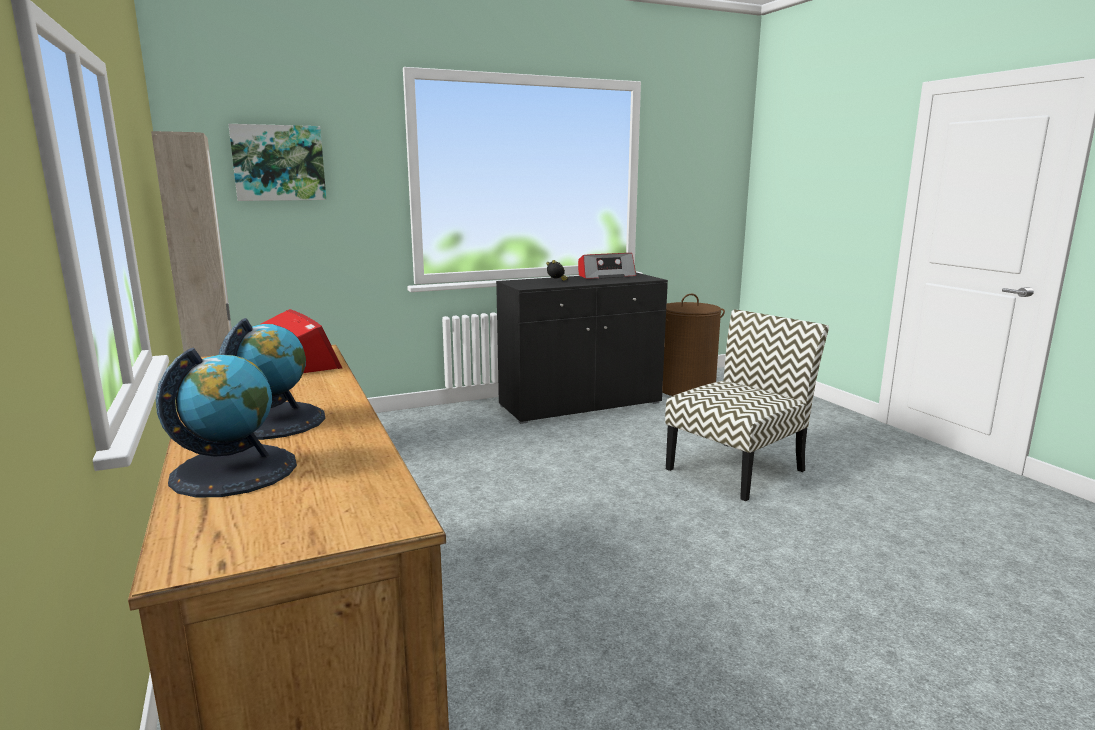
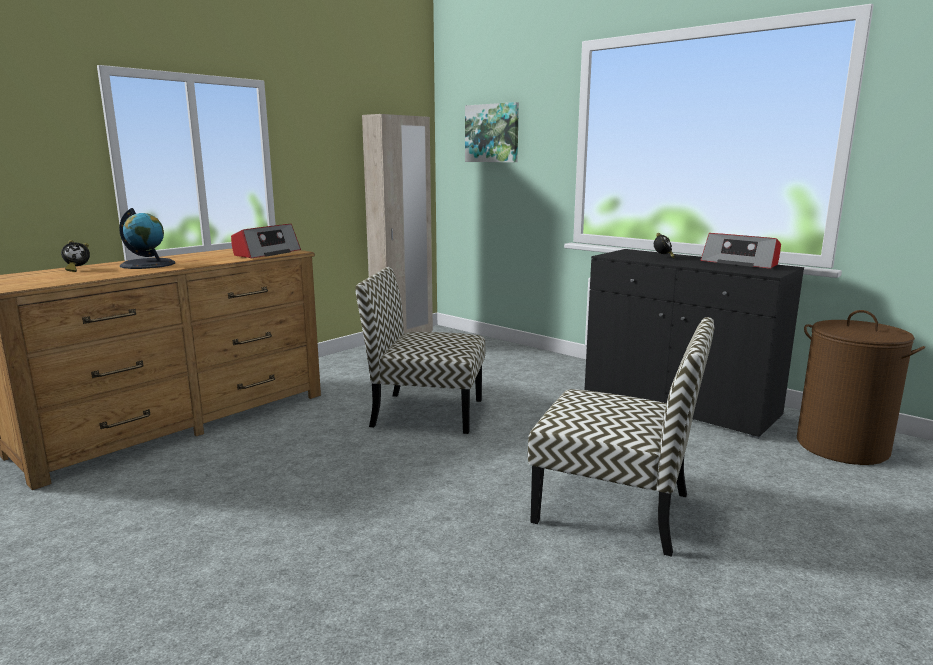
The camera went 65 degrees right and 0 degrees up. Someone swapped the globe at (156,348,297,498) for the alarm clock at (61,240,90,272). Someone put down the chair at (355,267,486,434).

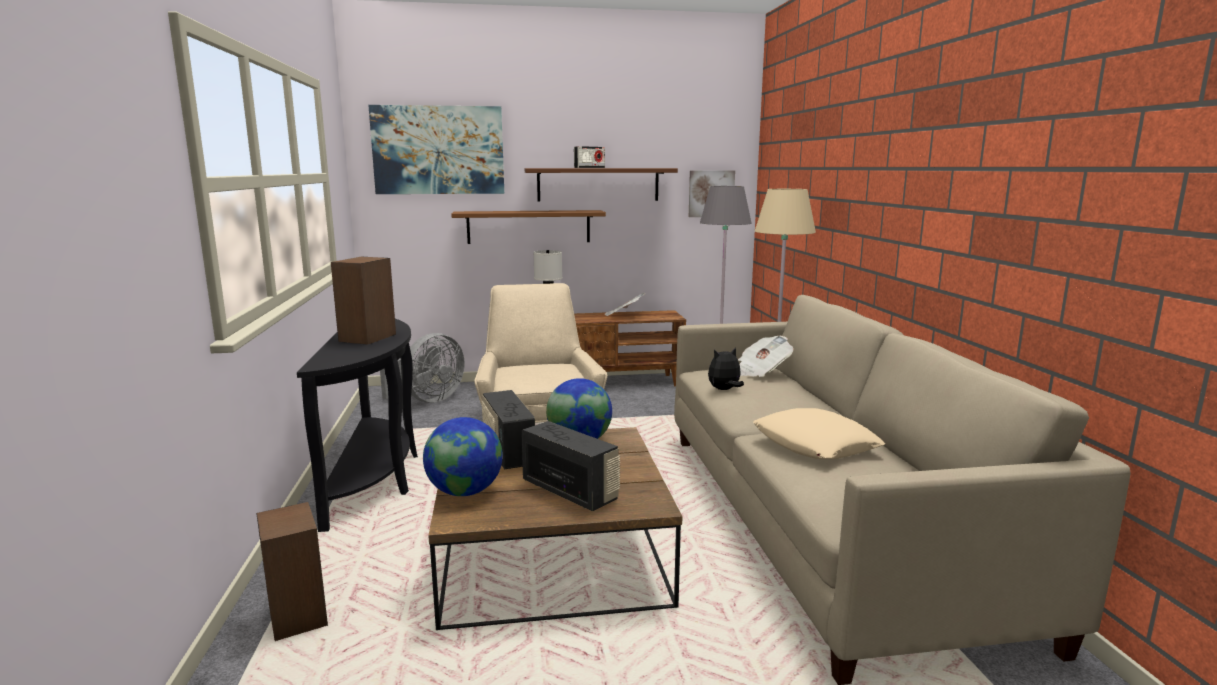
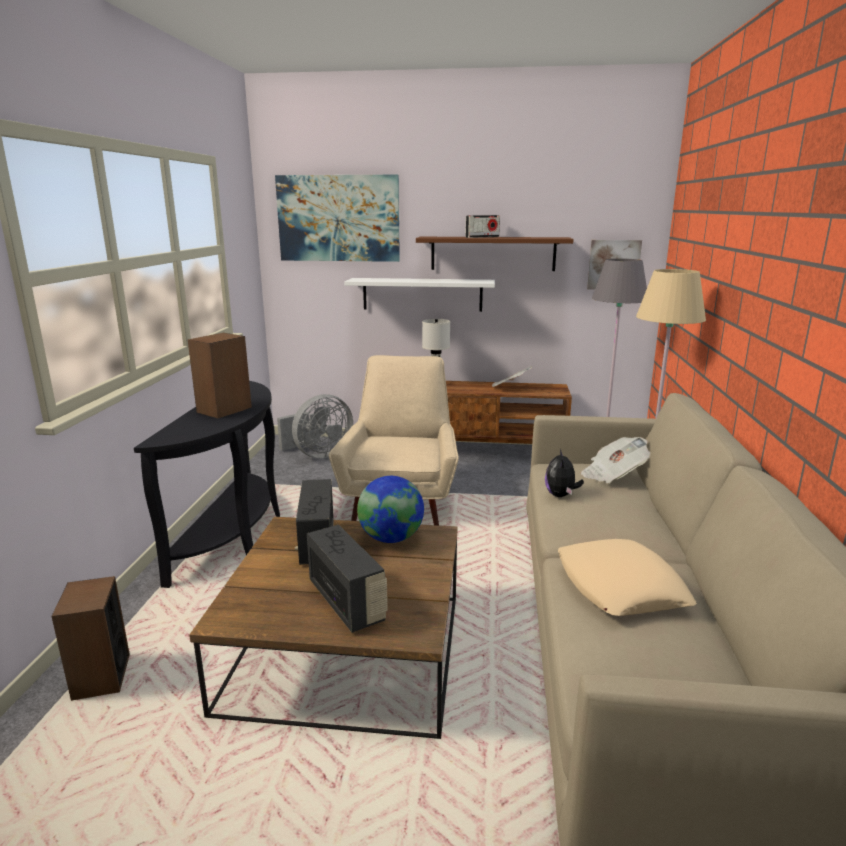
The camera went 15 degrees right and 5 degrees up. Someone repainted the brownish wall shelf at (451,210,606,244), which became the white-coloured wall shelf at (345,278,495,312). Someone rotated the plush toy at (708,347,744,390) by 75 degrees counterclockwise. Someone took away the globe at (423,417,503,496).

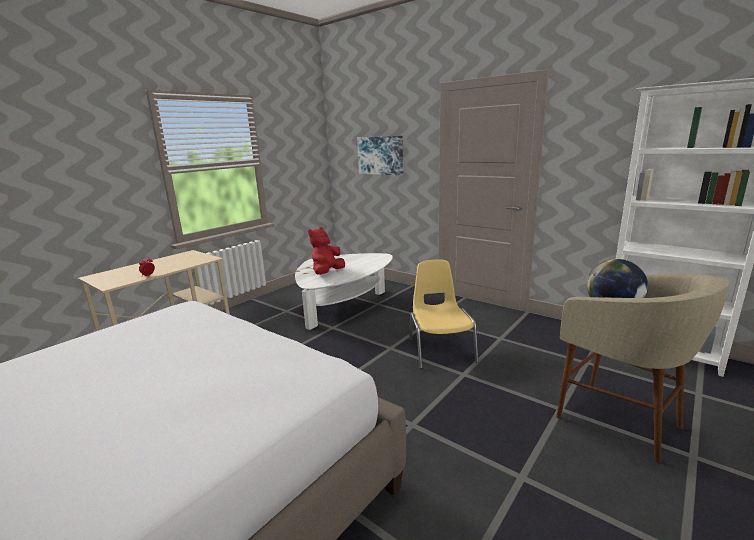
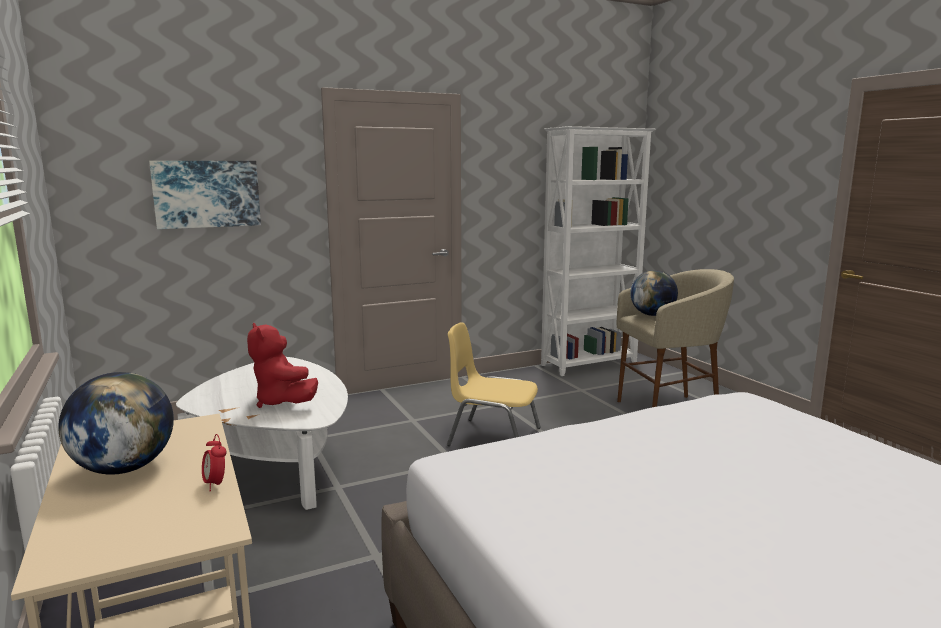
The camera went 65 degrees left and 5 degrees down. Someone put down the globe at (58,372,174,475).

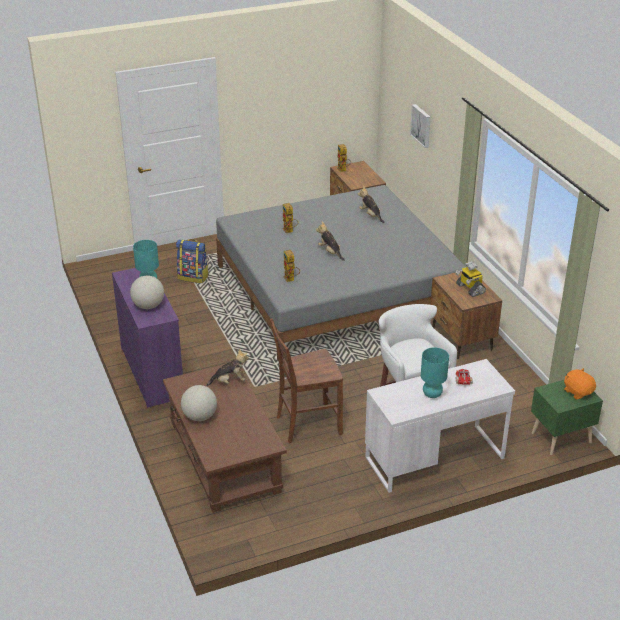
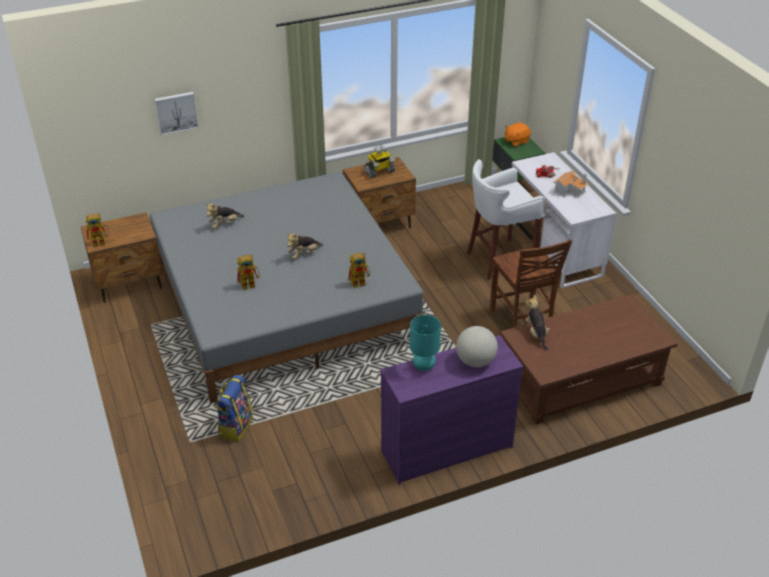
The camera went 90 degrees left and 5 degrees up. Someone swapped the turquoise tabletop lamp at (421,347,449,398) for the miniature house at (553,171,589,198). Someone took away the globe at (181,385,217,421).

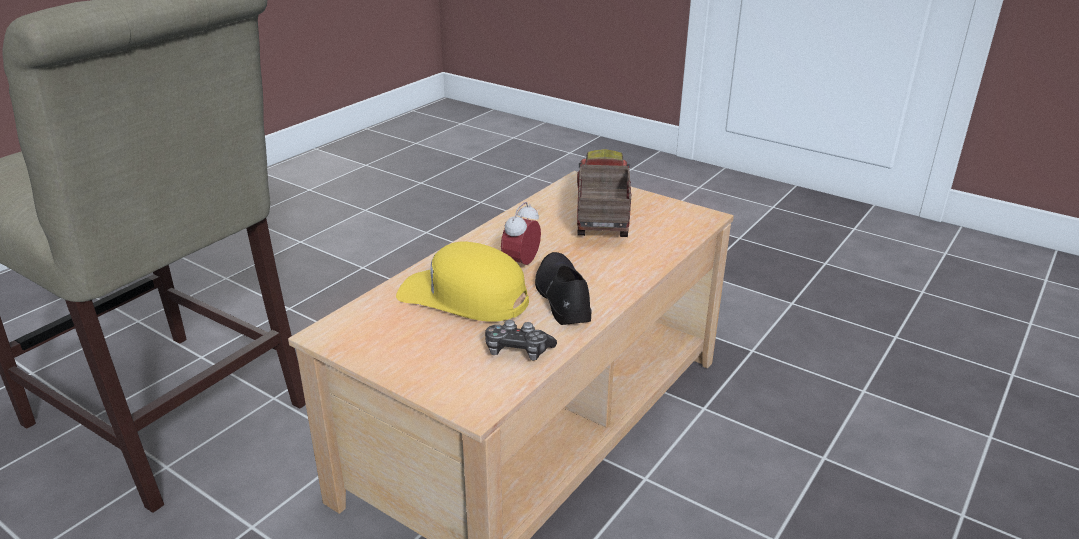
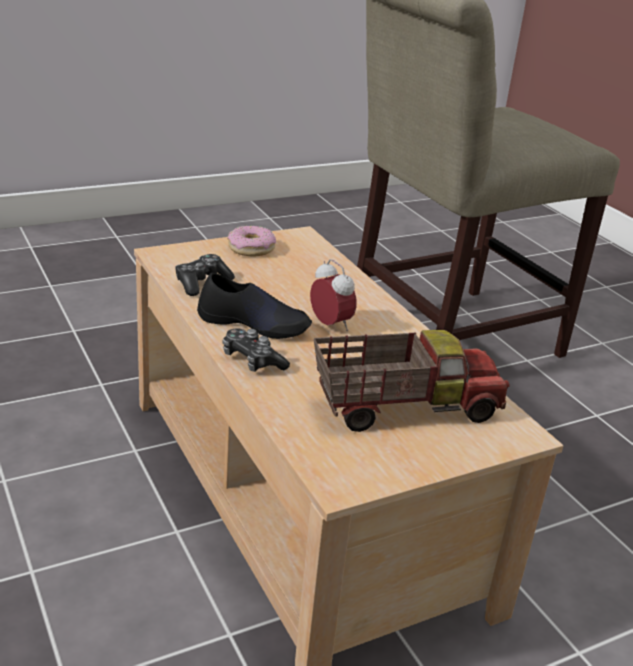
The camera went 115 degrees right and 0 degrees up. Someone put down the game controller at (223,328,290,372). Someone put down the doughnut at (227,226,276,256). Someone rotated the model truck at (577,149,631,237) by 45 degrees counterclockwise. Someone took away the yellowish baseball cap at (396,242,529,322).

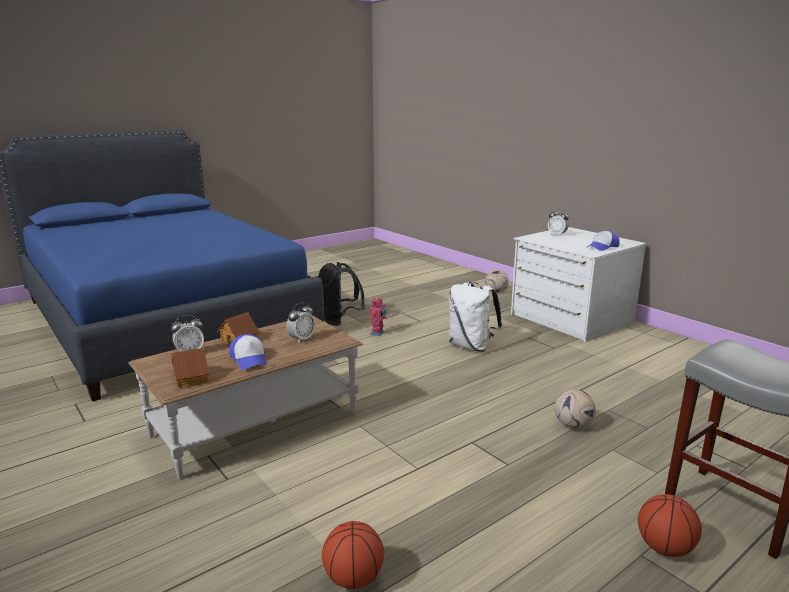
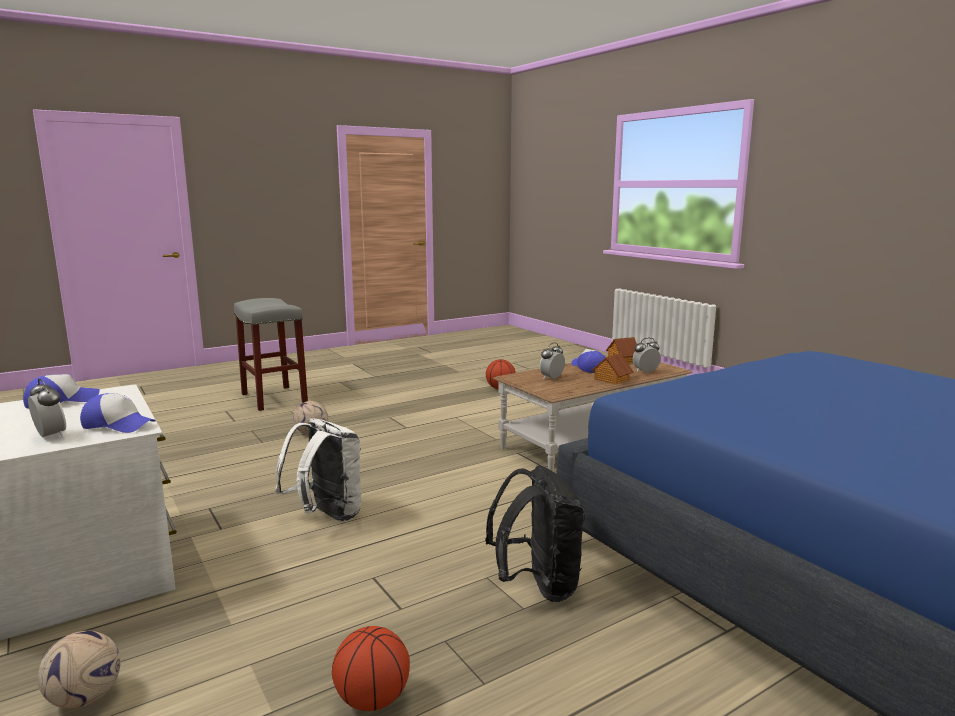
The camera went 175 degrees left and 5 degrees down. Someone put down the baseball cap at (80,393,156,433). Someone carried the basketball from (638,494,702,557) to (332,626,410,711). Someone took away the model robot at (370,297,387,336).

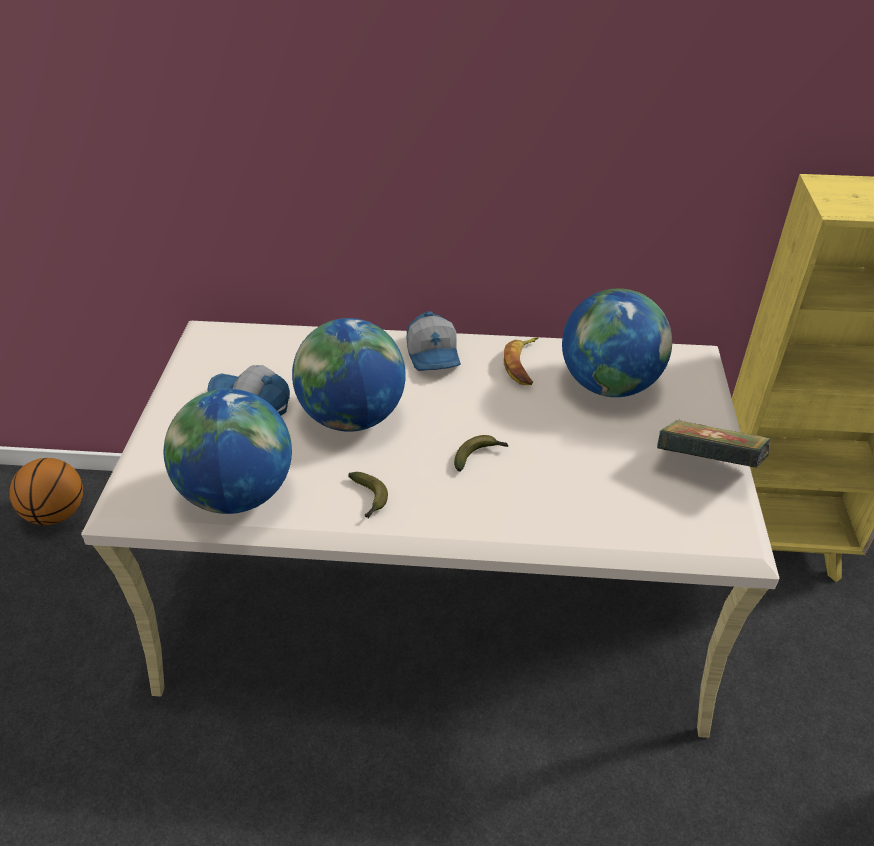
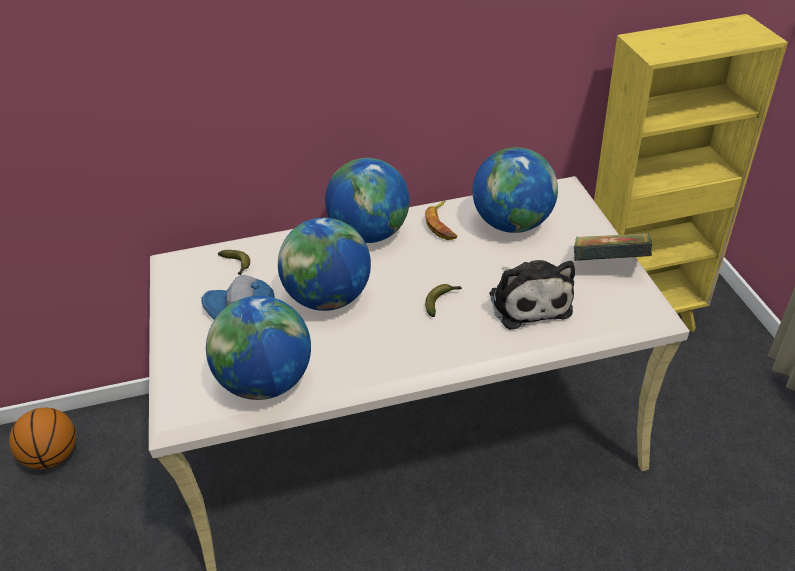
The camera went 15 degrees left and 0 degrees up. Someone carried the banana from (348,472,388,518) to (218,250,250,275). Someone swapped the baseball cap at (407,311,461,371) for the globe at (325,158,410,243). Someone put down the plush toy at (489,260,575,330).

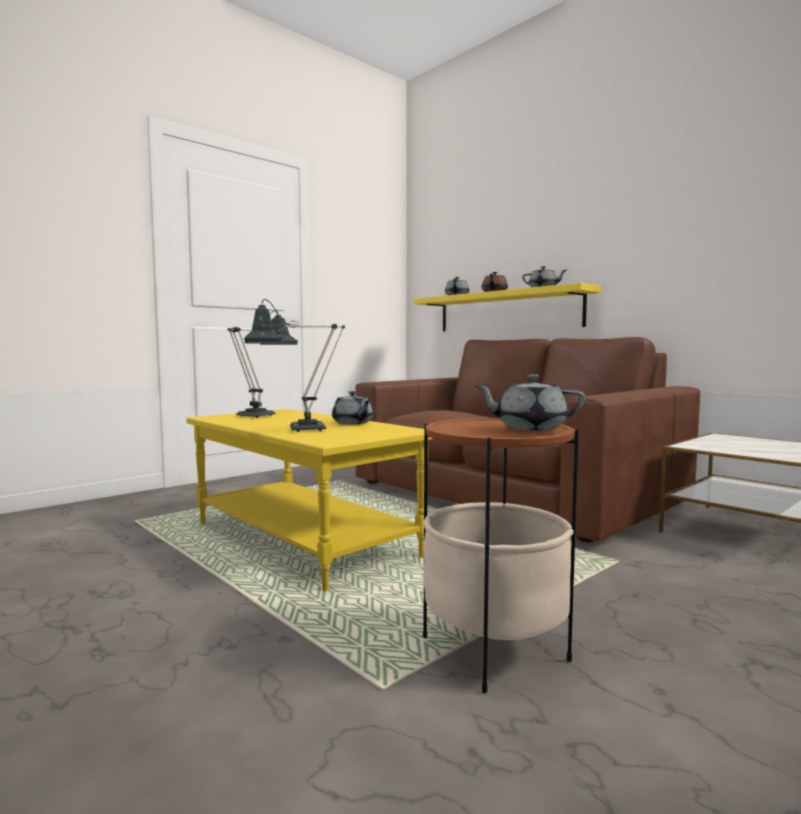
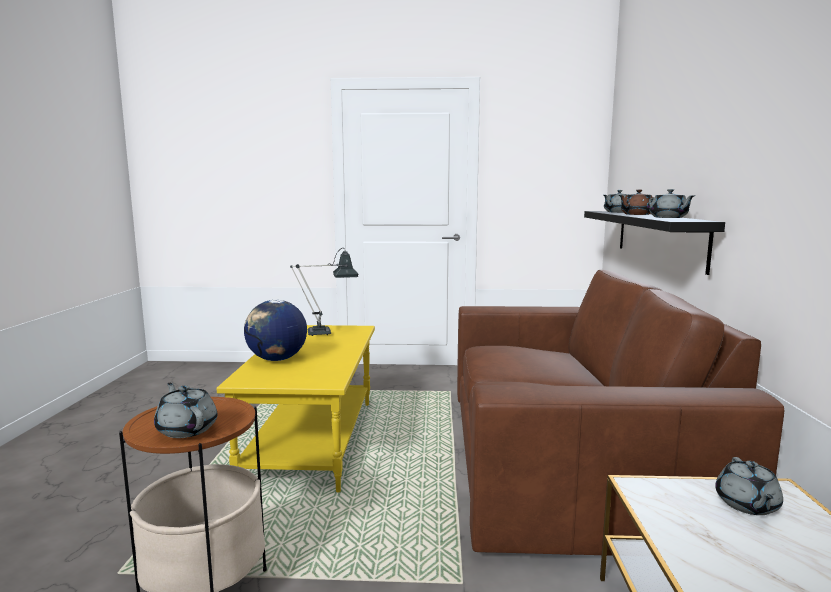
The camera went 45 degrees right and 5 degrees up. Someone swapped the tabletop lamp at (244,299,345,432) for the globe at (244,300,307,361). Someone repainted the yellowish wall shelf at (414,283,601,331), which became the black wall shelf at (584,211,725,275). Someone carried the gray tea pot from (332,391,373,424) to (715,457,783,515).

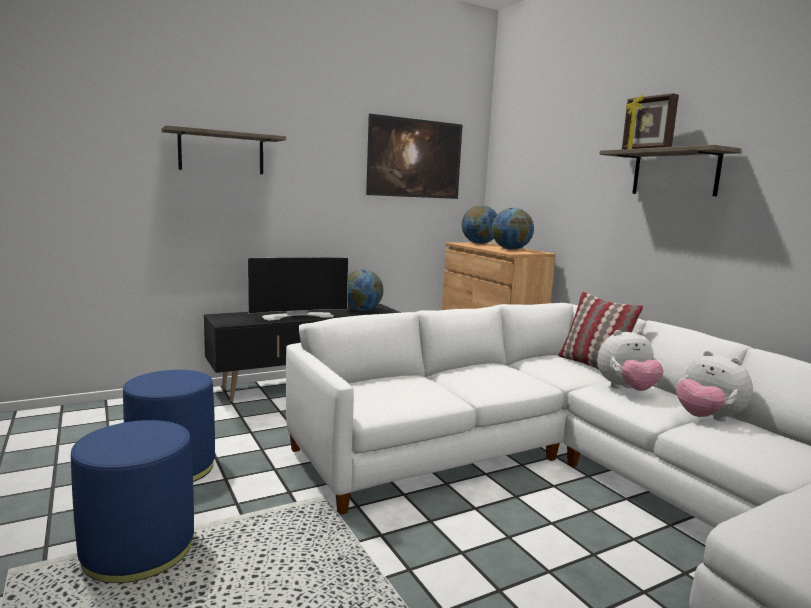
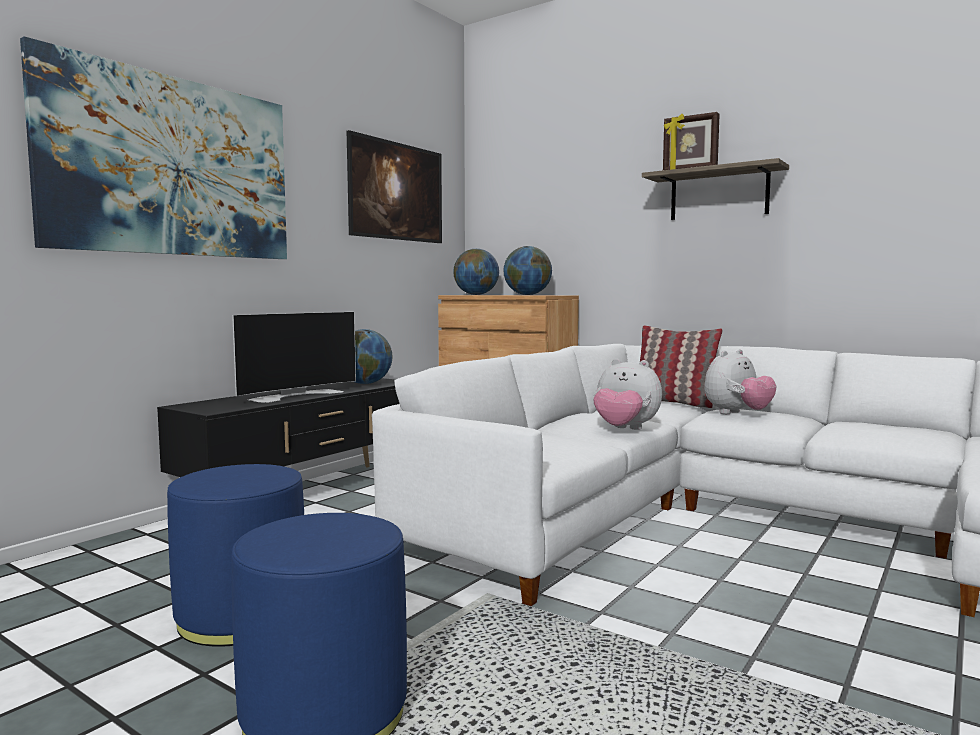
The camera went 25 degrees left and 5 degrees down. Someone swapped the wall shelf at (161,125,286,174) for the picture at (20,36,287,259). Someone carried the plush toy from (676,351,753,421) to (593,359,662,430).

